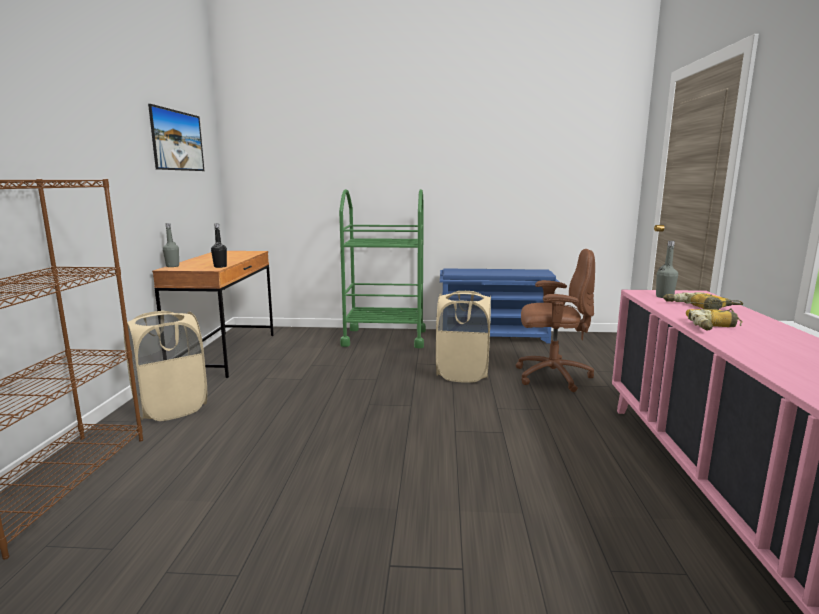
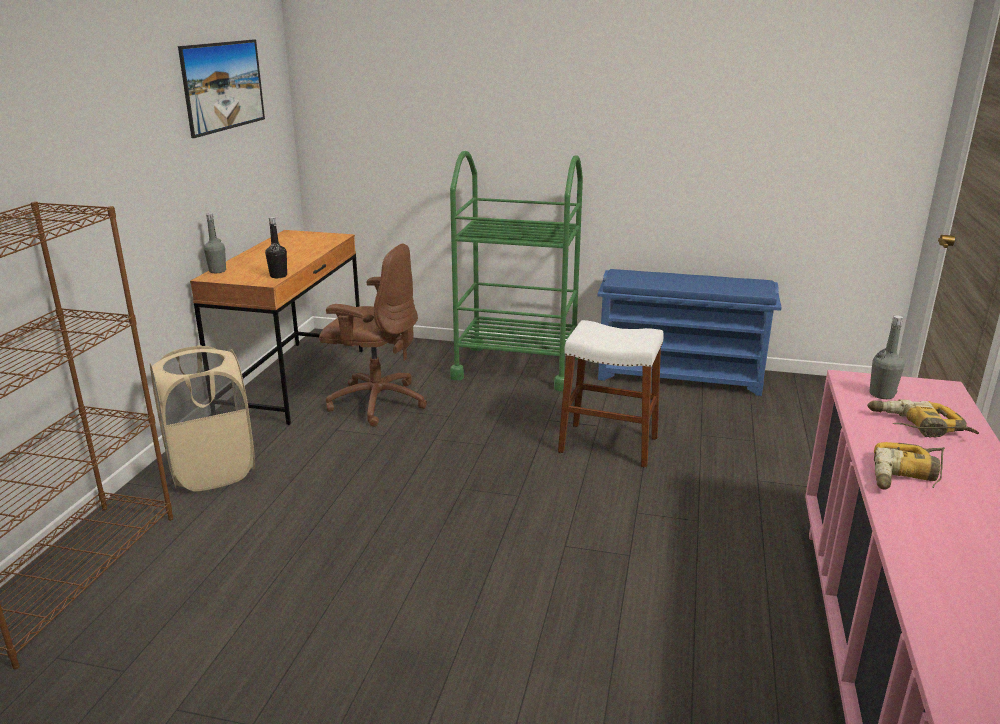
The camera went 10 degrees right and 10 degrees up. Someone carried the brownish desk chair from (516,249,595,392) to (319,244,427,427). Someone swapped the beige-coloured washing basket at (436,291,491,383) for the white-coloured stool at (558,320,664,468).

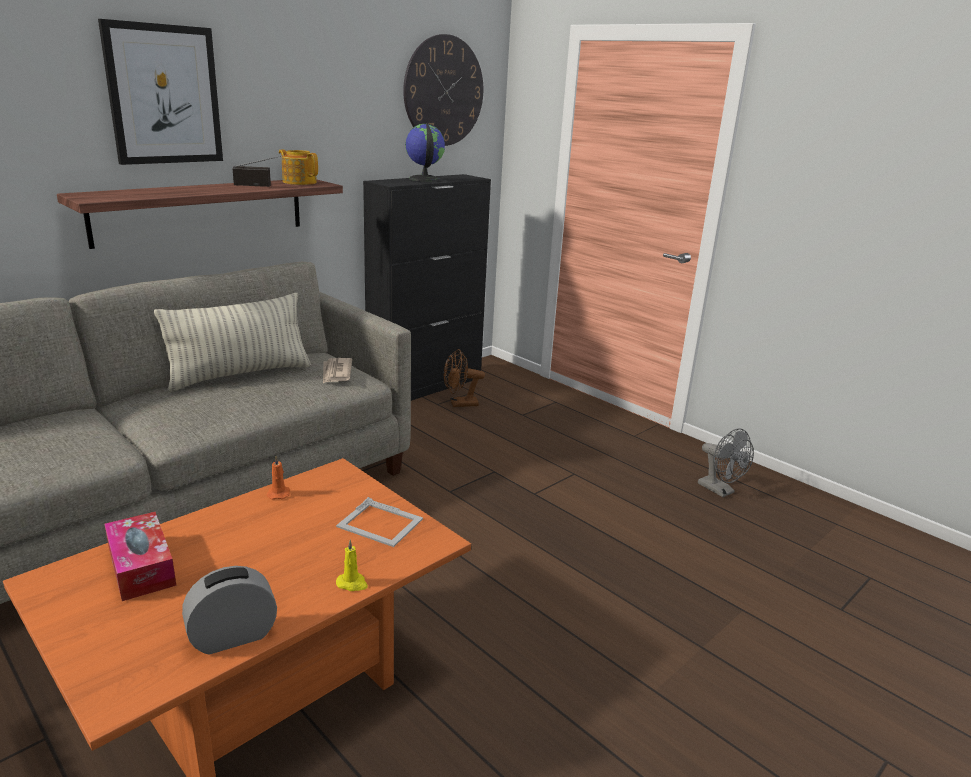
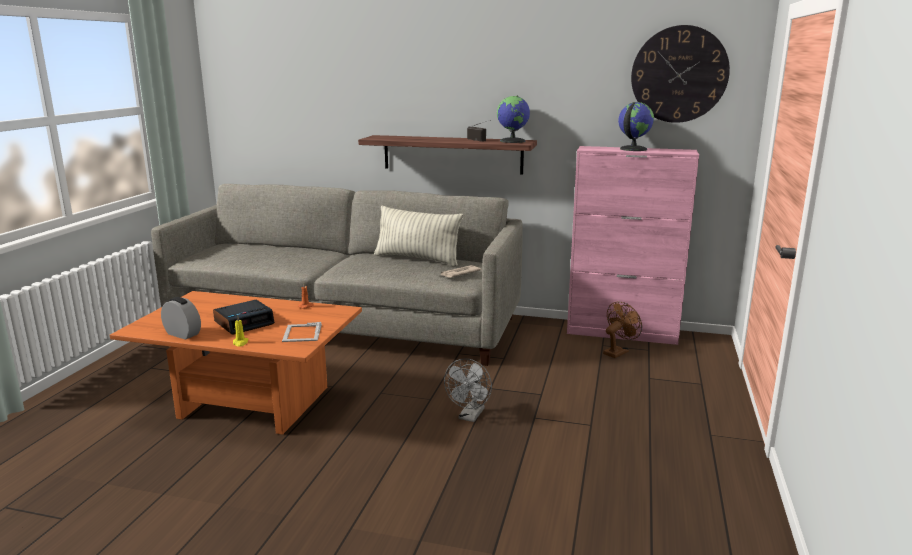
The camera went 60 degrees right and 5 degrees down. Someone put down the alarm clock at (213,300,275,335). Someone carried the gray cooling fan from (698,428,754,497) to (444,359,492,422). Someone swapped the tea pot at (279,150,318,185) for the globe at (497,96,530,143). Someone repainted the black storage cabinet at (363,174,491,401), which became the pinkish storage cabinet at (567,146,699,345). Someone rotated the brownish cooling fan at (444,349,485,407) by 90 degrees clockwise. Someone took away the picture at (98,19,223,165). Someone took away the tissue holder at (104,512,176,601).

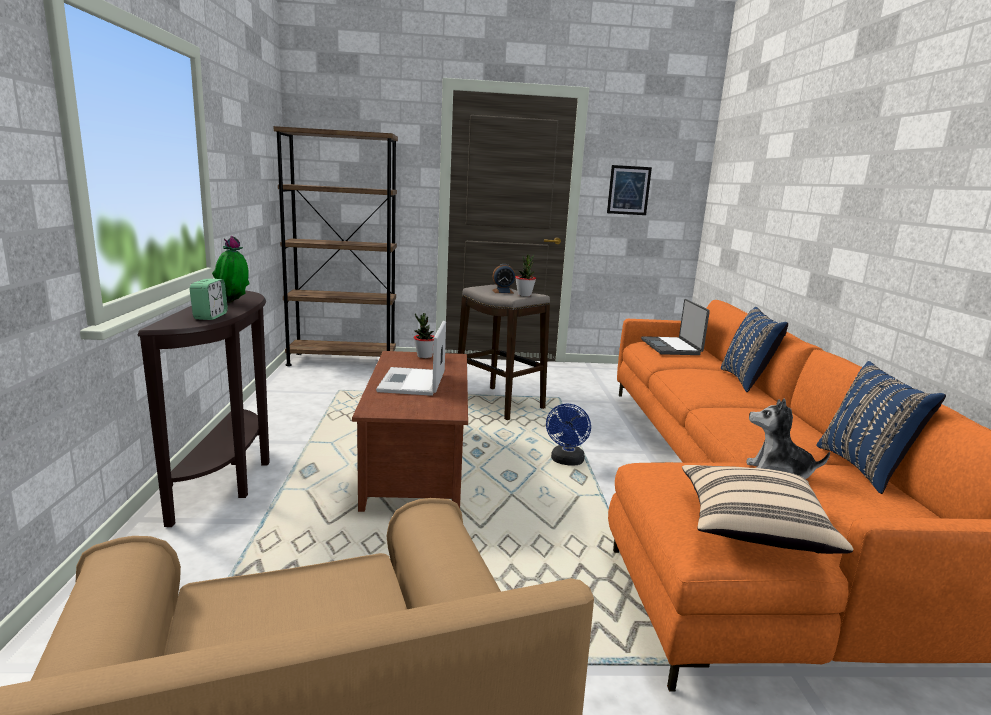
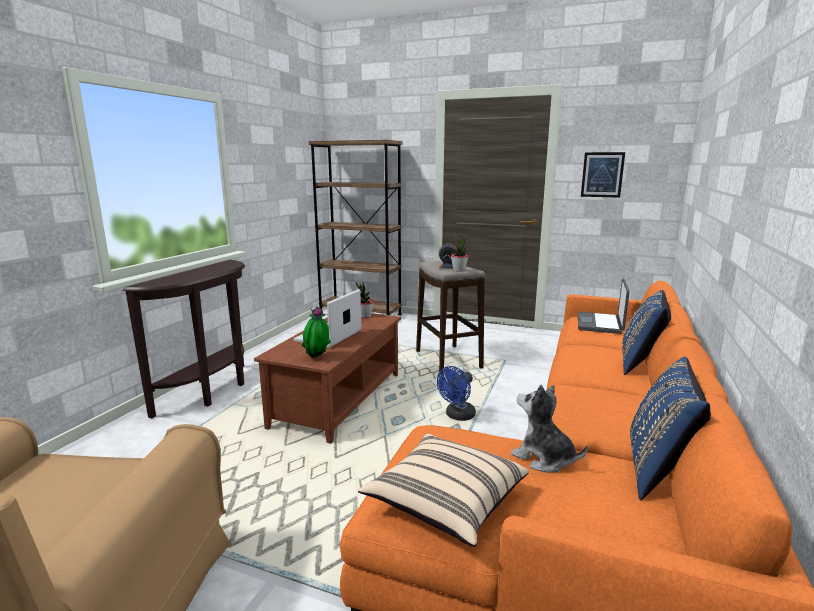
The camera went 25 degrees right and 0 degrees up. Someone carried the houseplant from (212,236,250,303) to (302,306,331,358). Someone took away the alarm clock at (190,279,228,320).

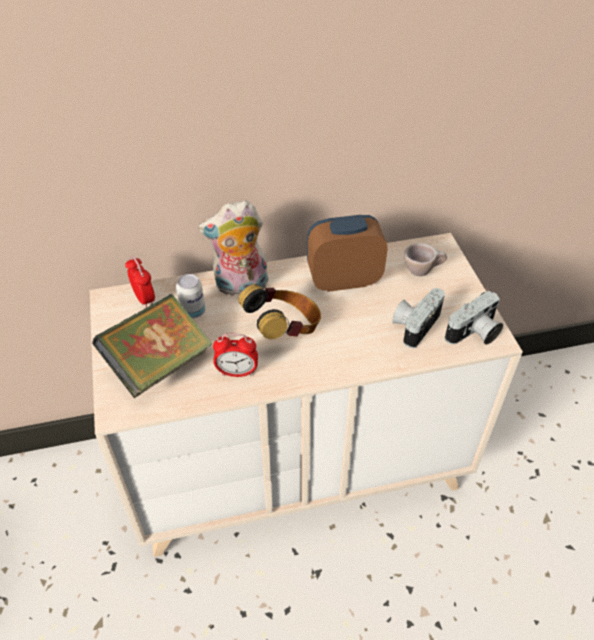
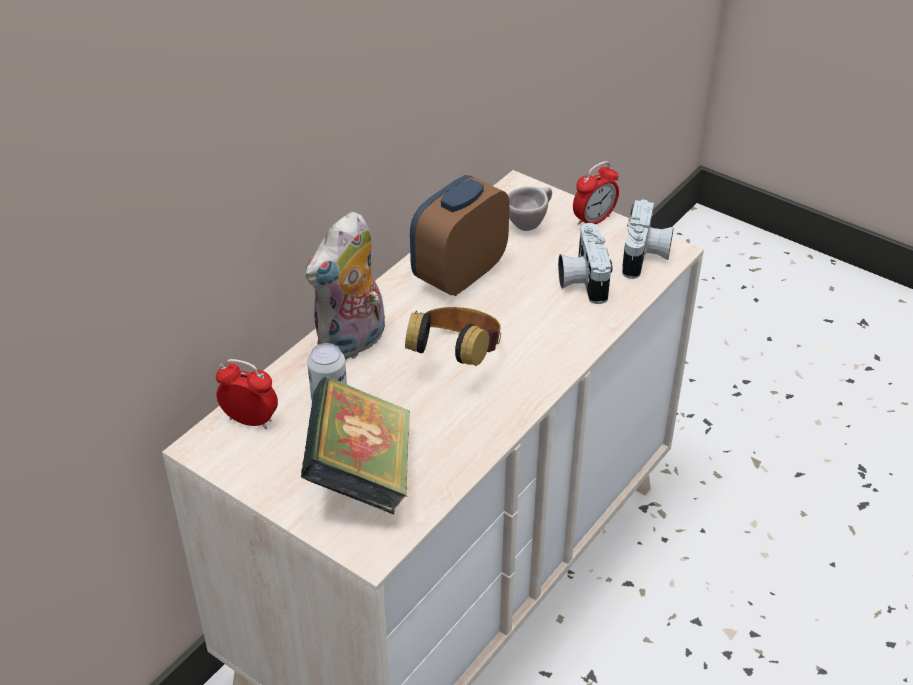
The camera went 40 degrees left and 5 degrees down. Someone carried the alarm clock from (213,333,258,377) to (573,161,619,225).

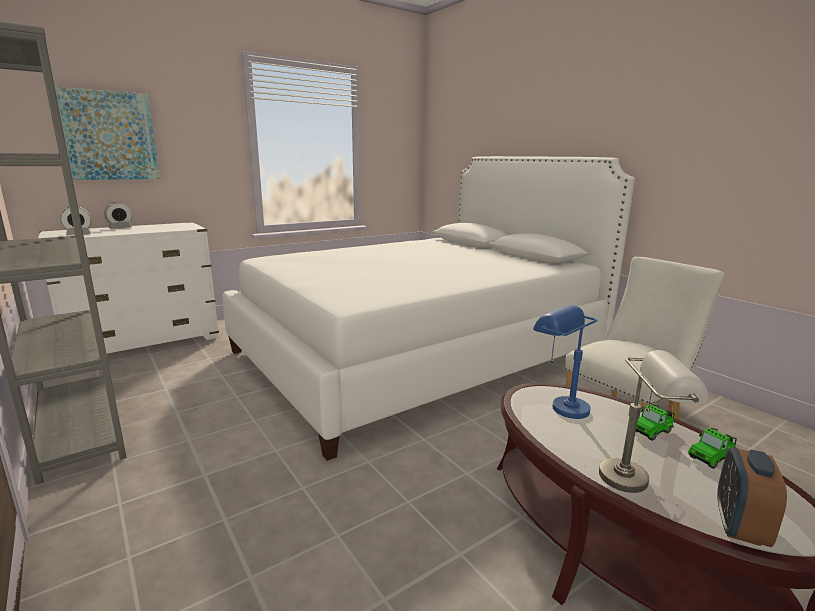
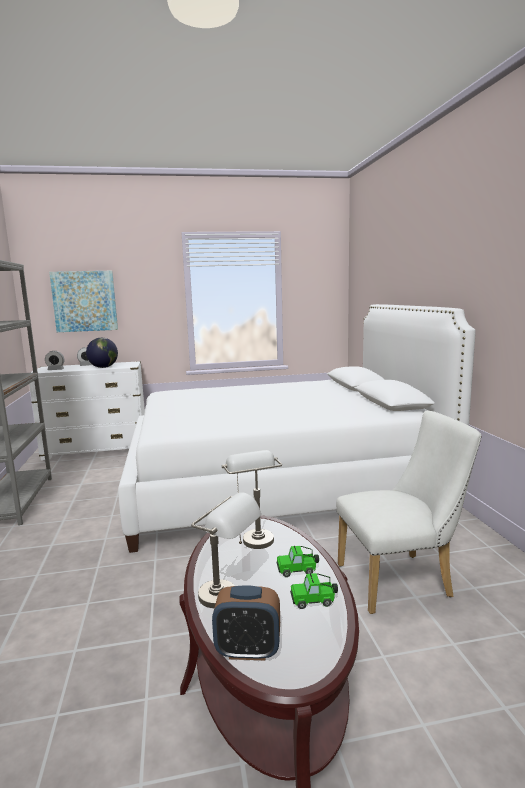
The camera went 25 degrees right and 5 degrees down. Someone put down the globe at (86,338,118,368). Someone rotated the alarm clock at (717,447,787,547) by 135 degrees counterclockwise. Someone repainted the blue tabletop lamp at (533,305,597,419), which became the gray tabletop lamp at (222,450,282,549).

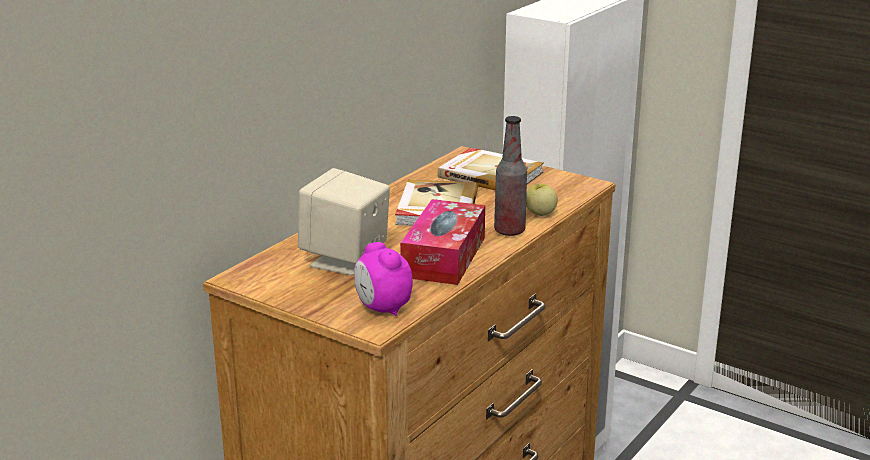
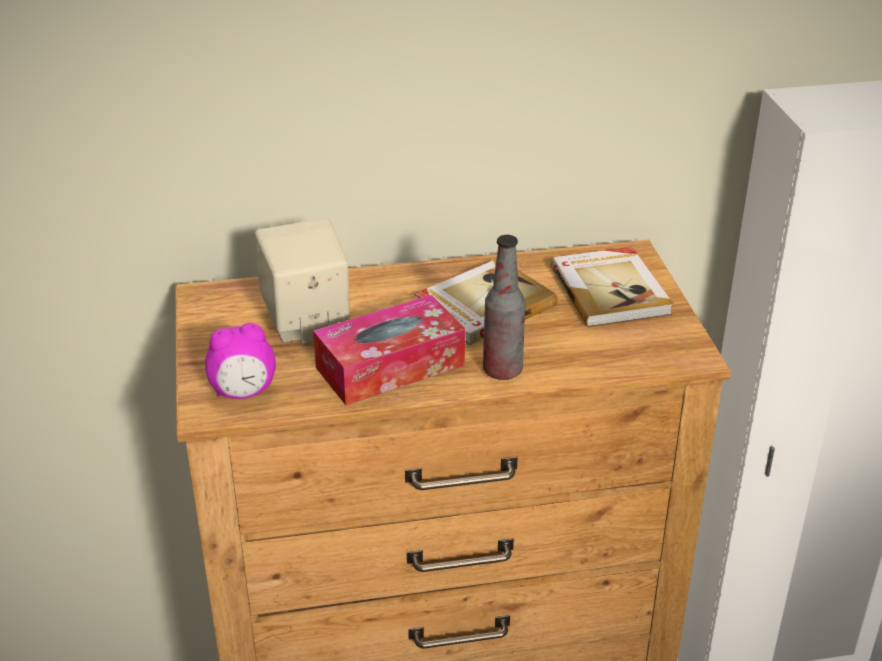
The camera went 45 degrees right and 10 degrees up. Someone rotated the alarm clock at (354,242,413,316) by 120 degrees counterclockwise. Someone took away the whole apple at (526,184,558,216).

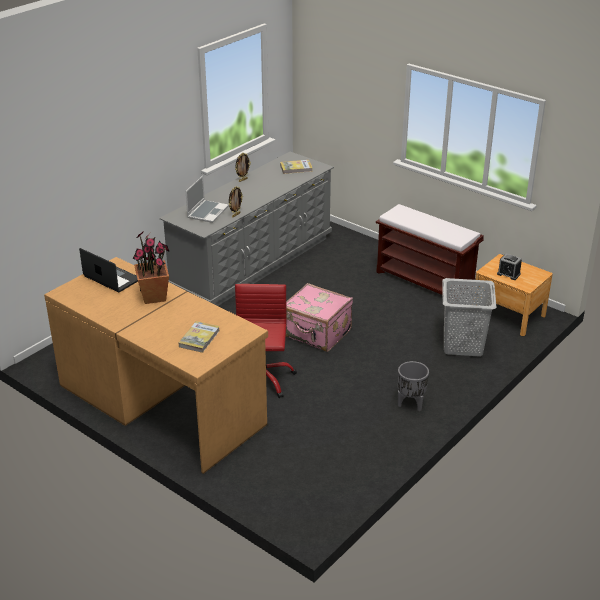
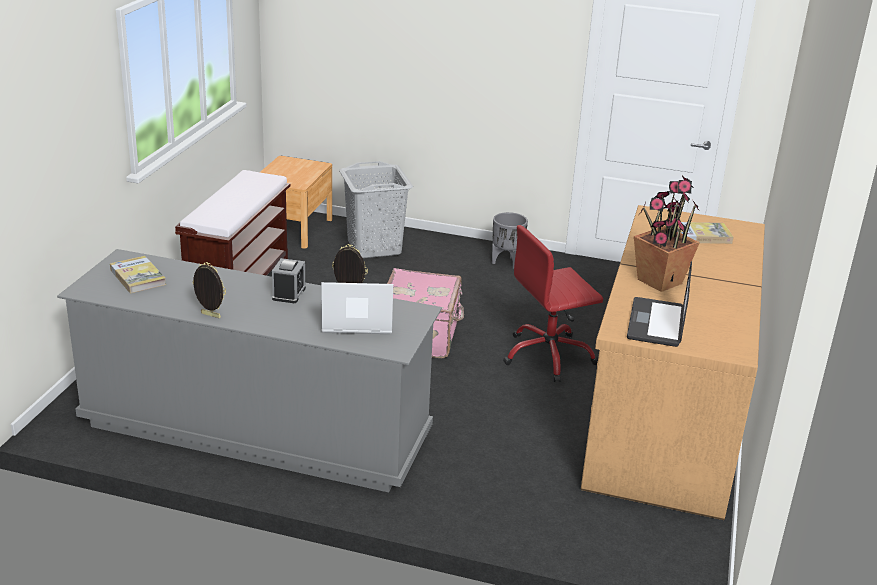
The camera went 115 degrees left and 5 degrees down. Someone carried the alarm clock from (497,253,522,280) to (272,258,306,303).

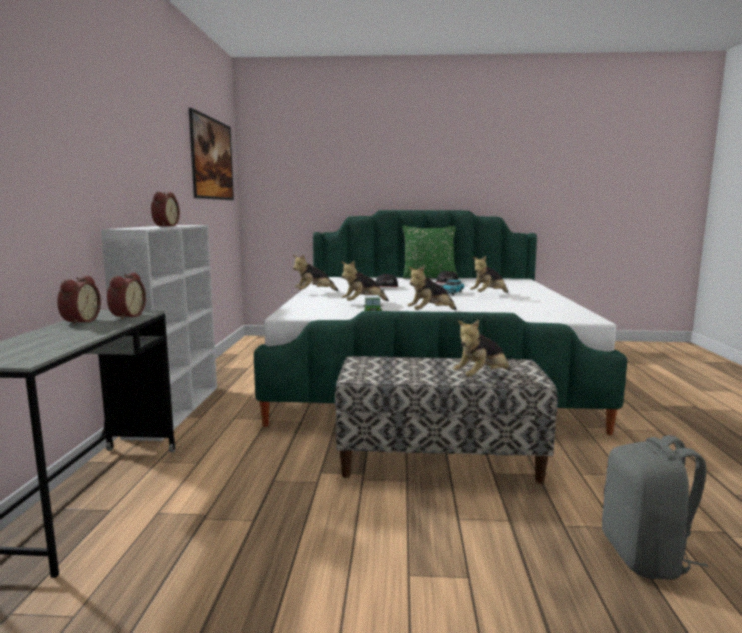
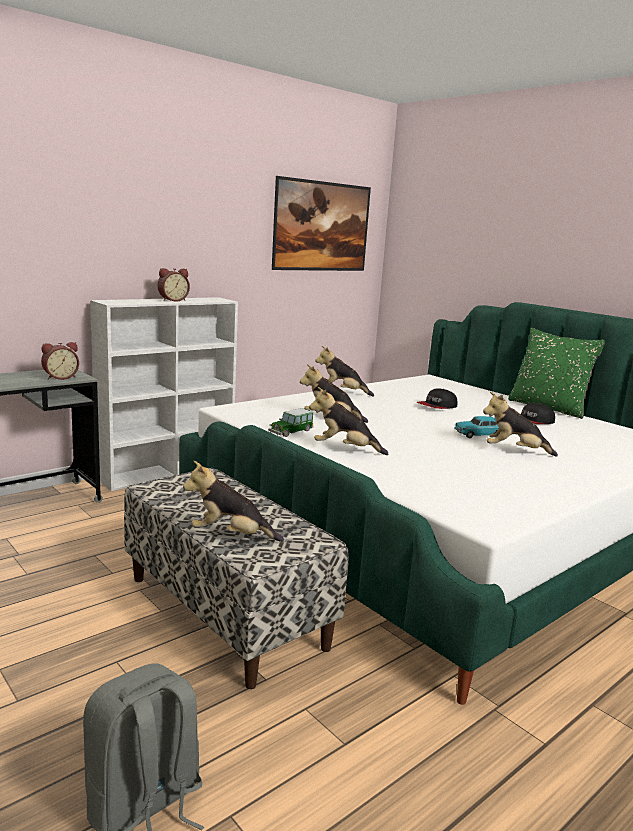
The camera went 45 degrees right and 5 degrees up. Someone took away the alarm clock at (57,275,101,325).

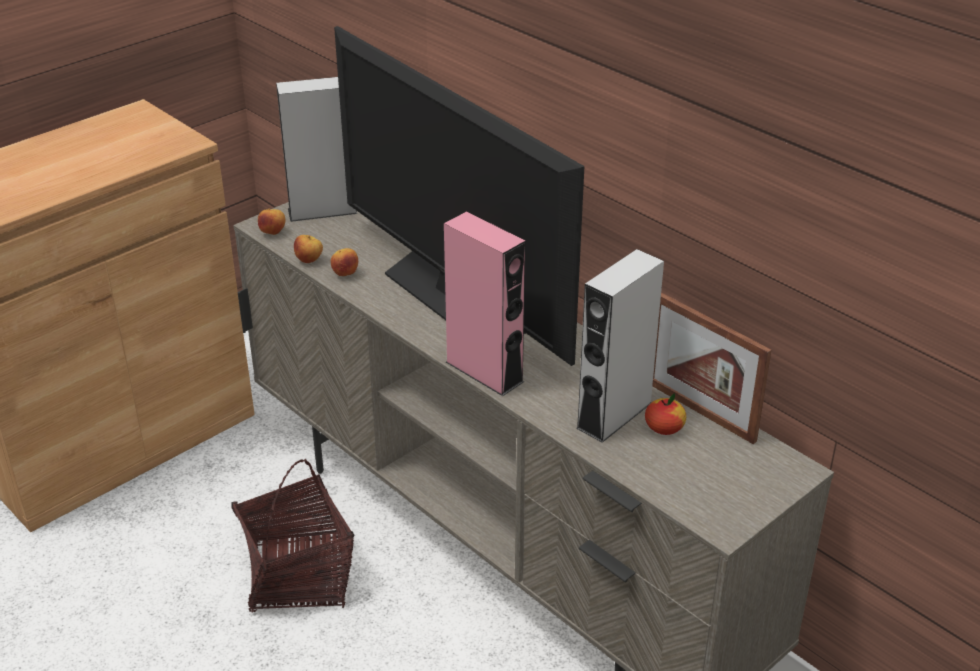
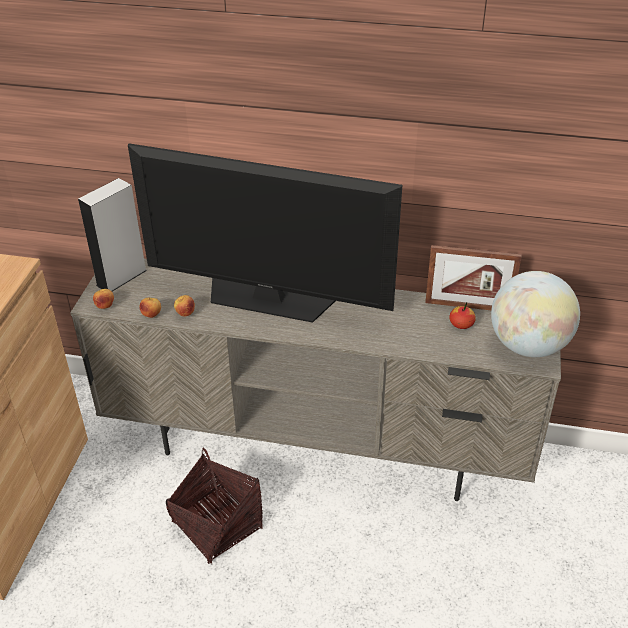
The camera went 35 degrees left and 5 degrees up. Someone put down the globe at (491,271,580,357). Someone took away the pinkish loudspeaker at (444,211,525,396). Someone took away the gray loudspeaker at (576,249,664,443).

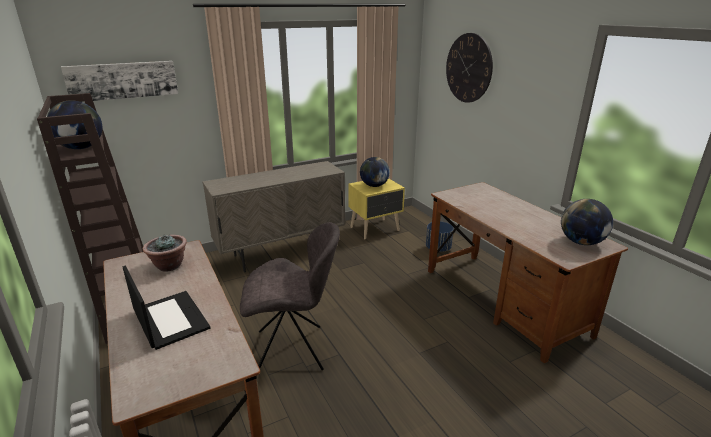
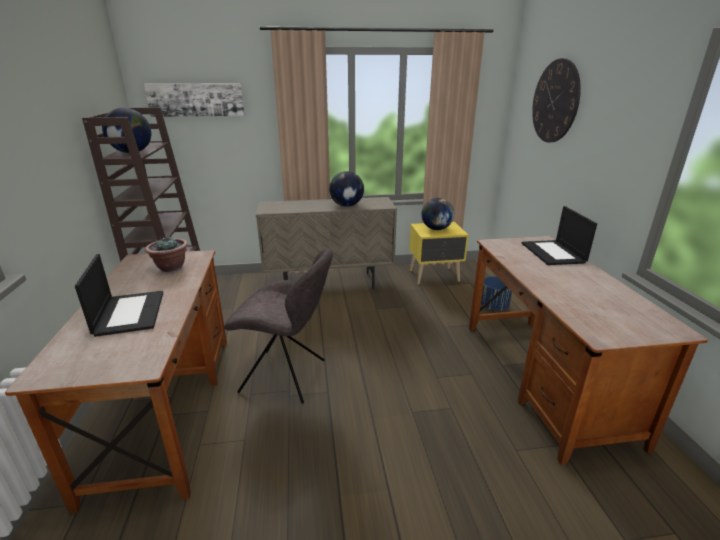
The camera went 20 degrees right and 0 degrees up. Someone carried the globe from (561,199,613,245) to (329,171,364,207). Someone put down the laptop at (522,206,597,265).

